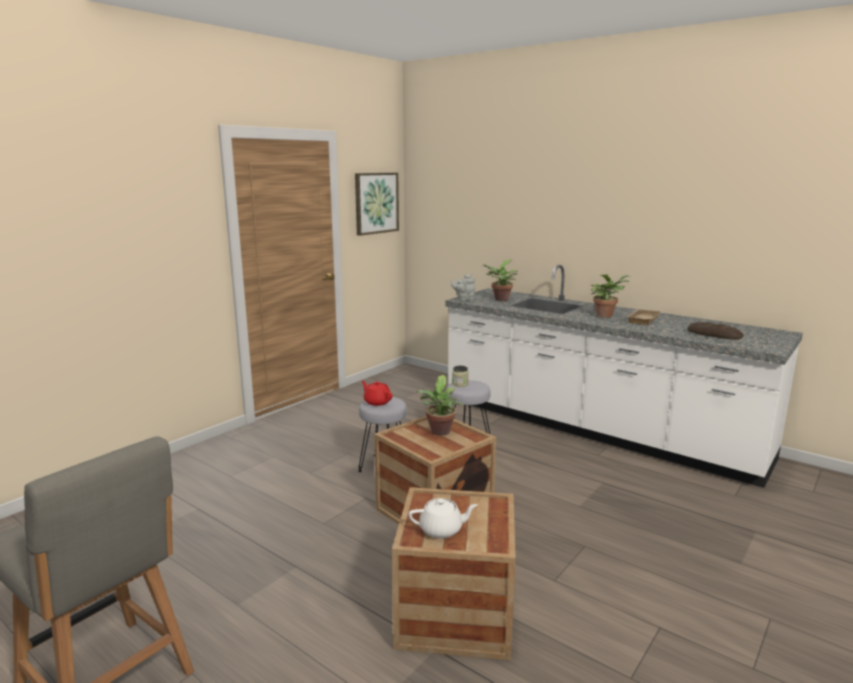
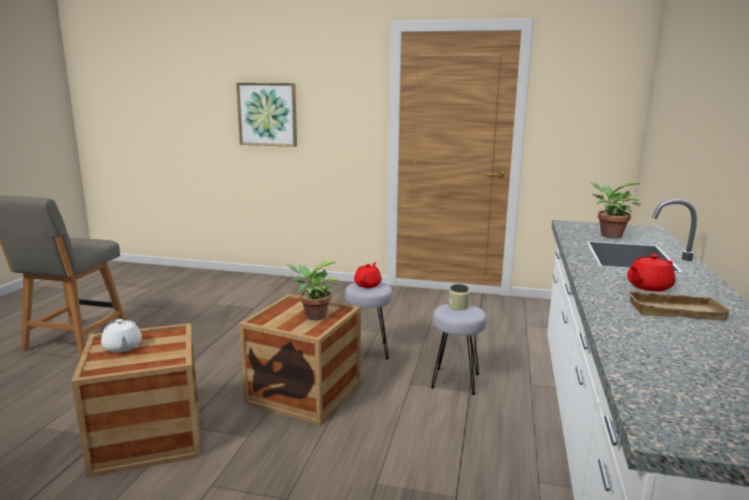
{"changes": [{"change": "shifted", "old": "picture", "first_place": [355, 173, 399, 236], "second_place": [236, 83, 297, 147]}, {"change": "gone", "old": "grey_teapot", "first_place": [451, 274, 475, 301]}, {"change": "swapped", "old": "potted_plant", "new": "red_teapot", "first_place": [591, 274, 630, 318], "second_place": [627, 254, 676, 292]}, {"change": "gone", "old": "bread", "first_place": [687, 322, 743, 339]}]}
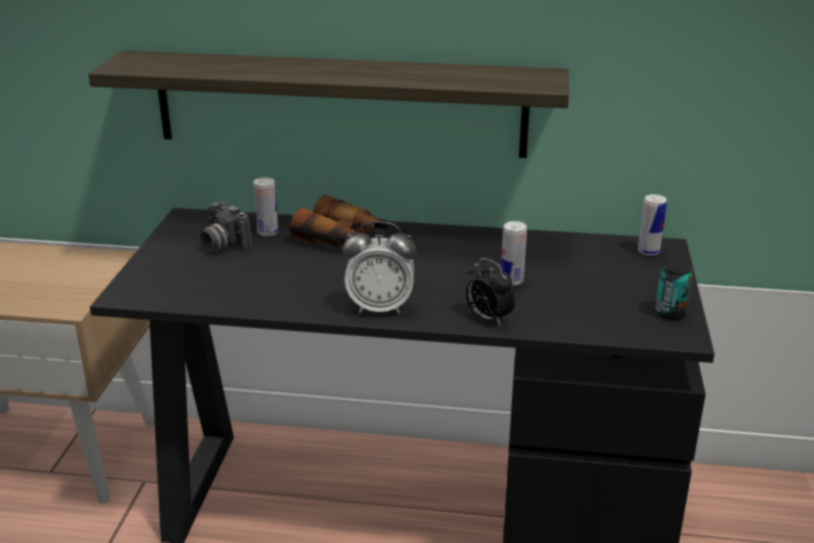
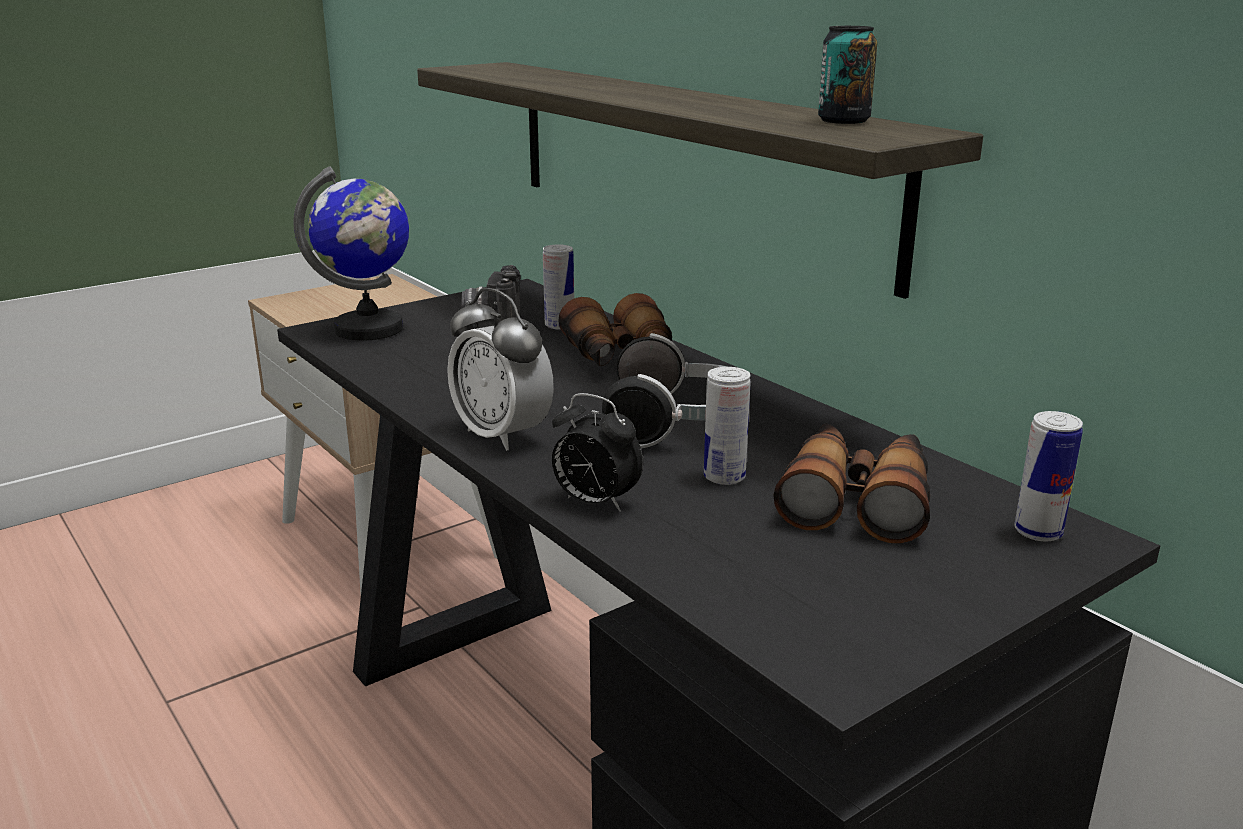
{"changes": [{"change": "rotated", "old": "alarm_clock", "first_place": [466, 258, 516, 326], "second_place": [552, 393, 643, 512], "degrees": -60}, {"change": "shifted", "old": "can", "first_place": [655, 261, 693, 320], "second_place": [818, 26, 877, 124]}, {"change": "new", "new": "globe", "second_place": [294, 166, 409, 341]}, {"change": "new", "new": "headphones", "second_place": [602, 333, 727, 448]}, {"change": "new", "new": "binoculars", "second_place": [773, 424, 930, 543]}]}
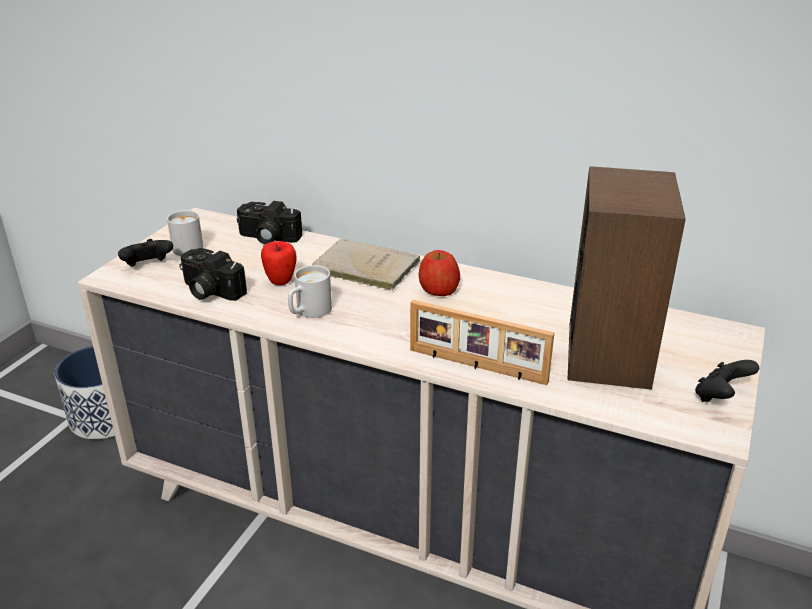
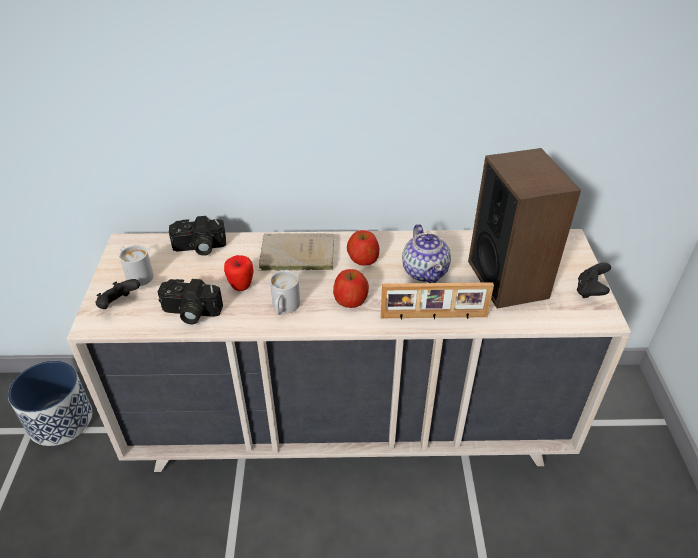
{"changes": [{"change": "new", "new": "teapot", "second_place": [402, 224, 451, 283]}, {"change": "new", "new": "apple", "second_place": [333, 269, 369, 308]}]}
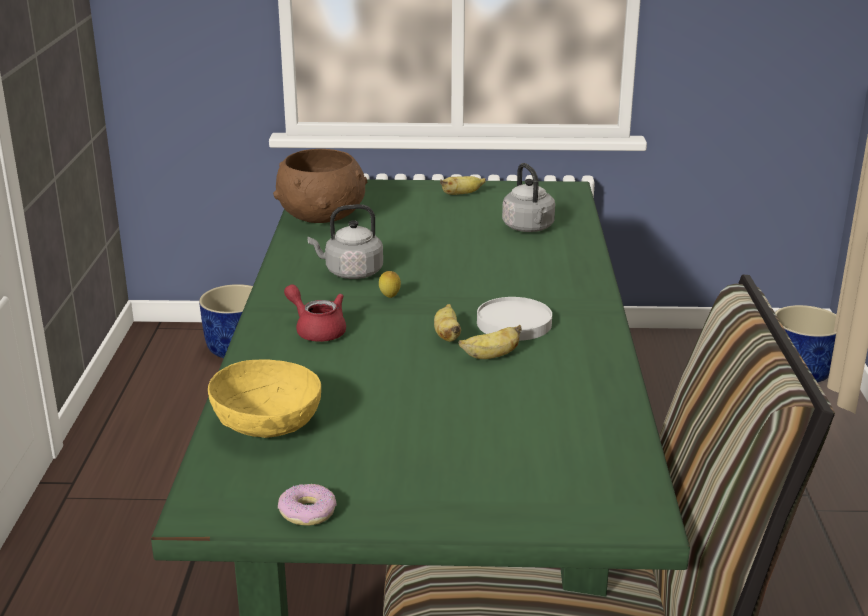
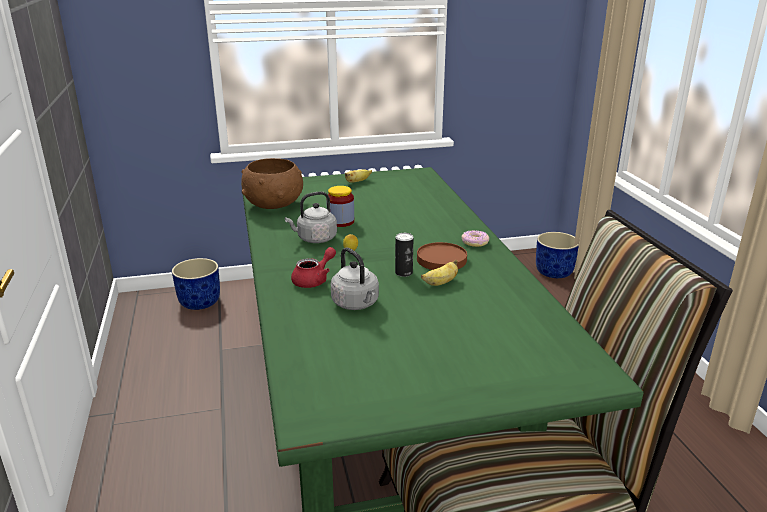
{"changes": [{"change": "shifted", "old": "grey_kettle", "first_place": [502, 163, 555, 232], "second_place": [331, 247, 379, 310]}, {"change": "rotated", "old": "red_teapot", "first_place": [284, 284, 346, 342], "second_place": [291, 247, 336, 288], "degrees": 105}, {"change": "repainted", "old": "white_plate", "new": "brown_plate", "first_place": [477, 297, 552, 341], "second_place": [417, 242, 467, 270]}, {"change": "swapped", "old": "banana", "new": "can", "first_place": [434, 304, 461, 342], "second_place": [395, 233, 413, 277]}, {"change": "gone", "old": "yellow_bowl", "first_place": [208, 360, 321, 438]}, {"change": "shifted", "old": "donut", "first_place": [278, 484, 337, 526], "second_place": [462, 230, 489, 247]}, {"change": "new", "new": "jar", "second_place": [326, 186, 354, 227]}]}
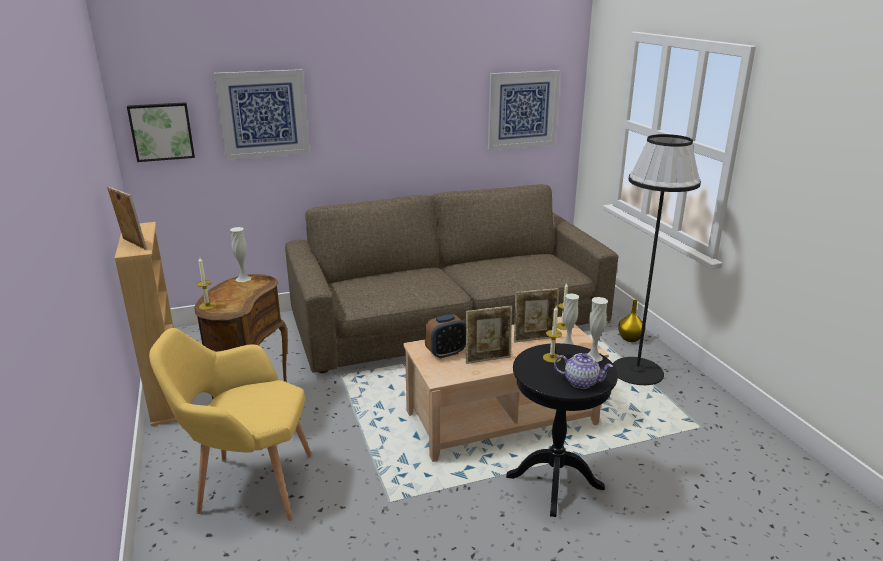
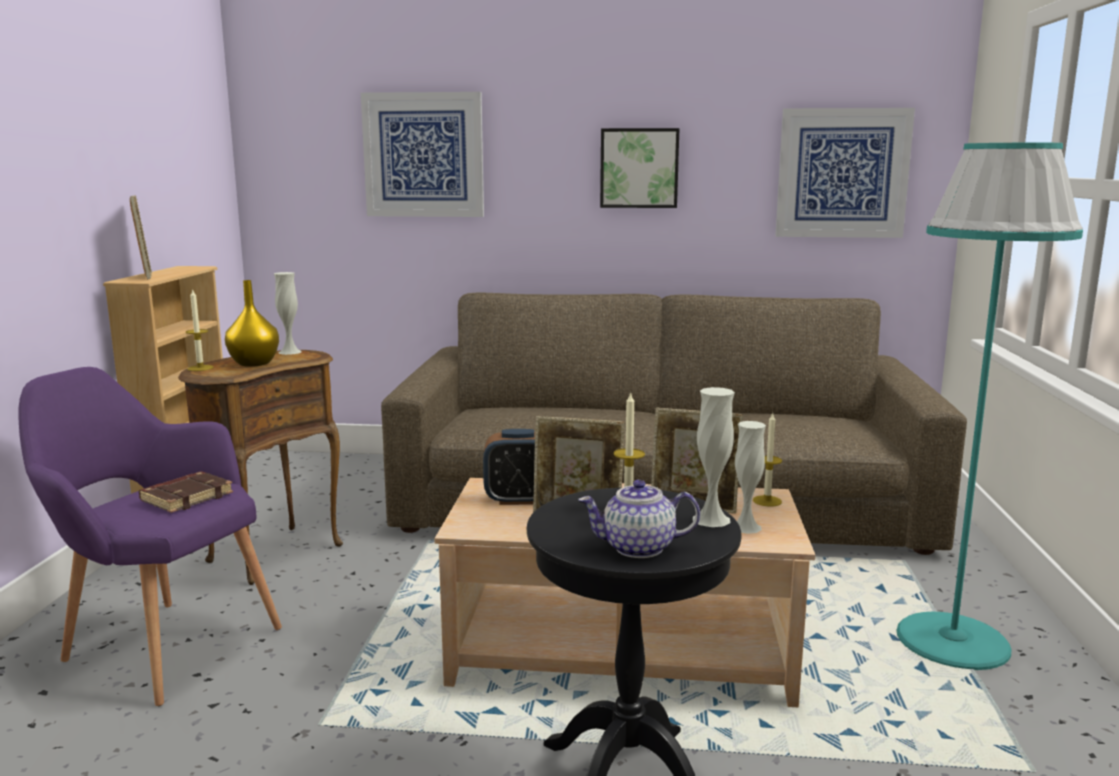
{"changes": [{"change": "shifted", "old": "picture", "first_place": [127, 102, 195, 162], "second_place": [600, 128, 680, 208]}, {"change": "repainted", "old": "black_floor_lamp", "new": "turquoise_floor_lamp", "first_place": [613, 134, 701, 385], "second_place": [896, 143, 1083, 670]}, {"change": "shifted", "old": "yellow_vase", "first_place": [618, 300, 645, 342], "second_place": [225, 280, 279, 367]}, {"change": "repainted", "old": "yellow_armchair", "new": "purple_armchair", "first_place": [149, 328, 312, 521], "second_place": [19, 367, 282, 706]}, {"change": "rotated", "old": "teapot", "first_place": [554, 353, 613, 389], "second_place": [578, 480, 700, 558], "degrees": 135}, {"change": "new", "new": "brown_book", "second_place": [139, 472, 233, 513]}]}
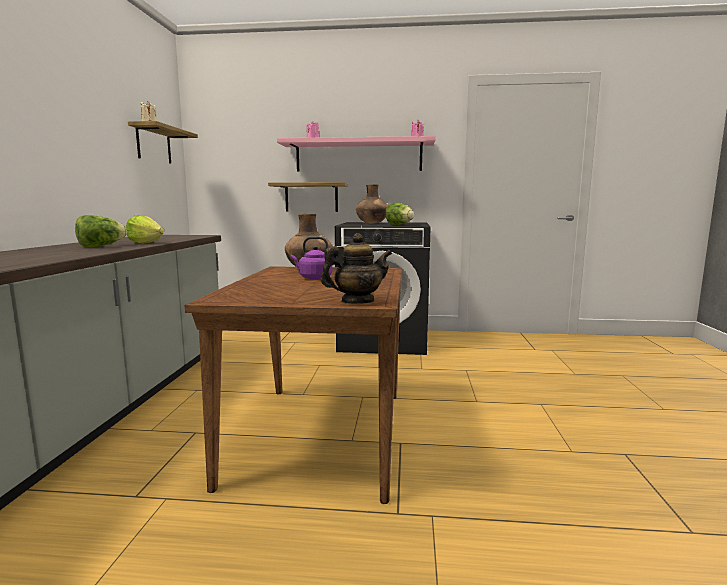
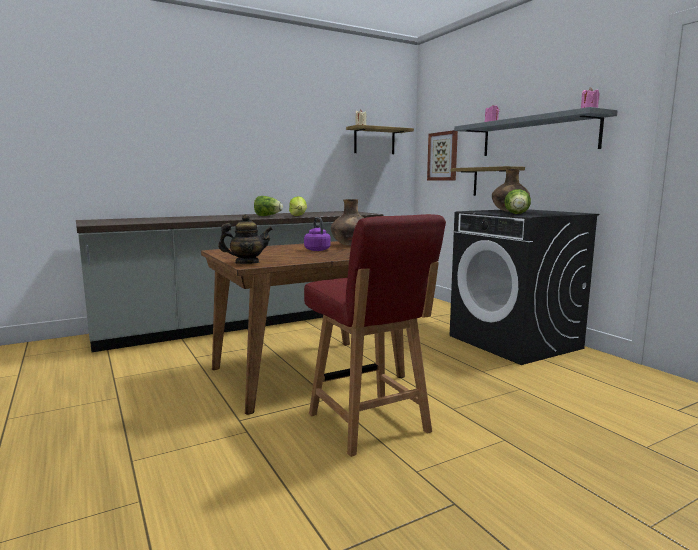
{"changes": [{"change": "repainted", "old": "pink_shelf", "new": "grey_shelf", "first_place": [277, 136, 435, 172], "second_place": [454, 107, 618, 156]}, {"change": "rotated", "old": "teapot", "first_place": [320, 233, 392, 304], "second_place": [218, 214, 273, 264], "degrees": -45}, {"change": "new", "new": "picture", "second_place": [427, 130, 458, 180]}, {"change": "new", "new": "red_chair", "second_place": [304, 214, 446, 457]}]}
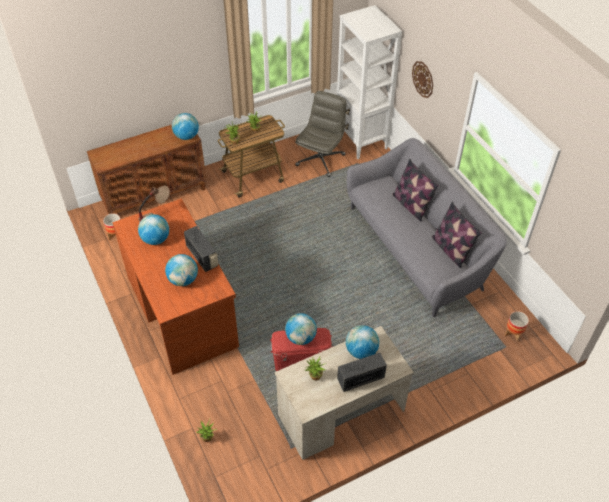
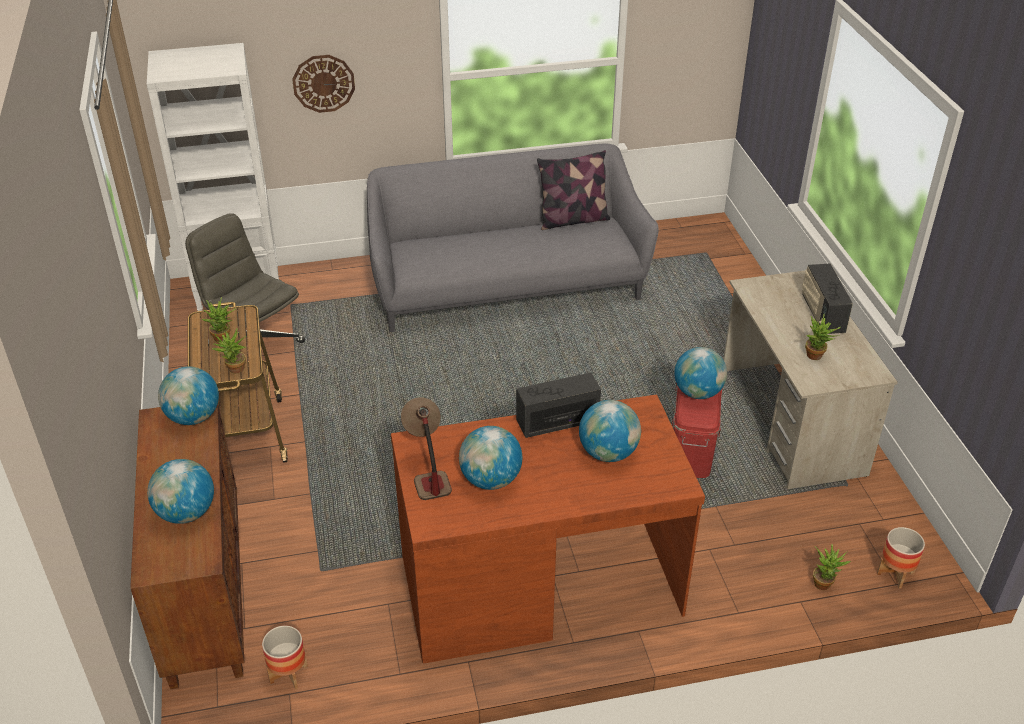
{"changes": [{"change": "gone", "old": "pillow", "first_place": [392, 159, 439, 221]}, {"change": "shifted", "old": "planter", "first_place": [505, 311, 529, 342], "second_place": [877, 527, 925, 588]}, {"change": "shifted", "old": "globe", "first_place": [346, 325, 379, 359], "second_place": [147, 459, 214, 524]}]}
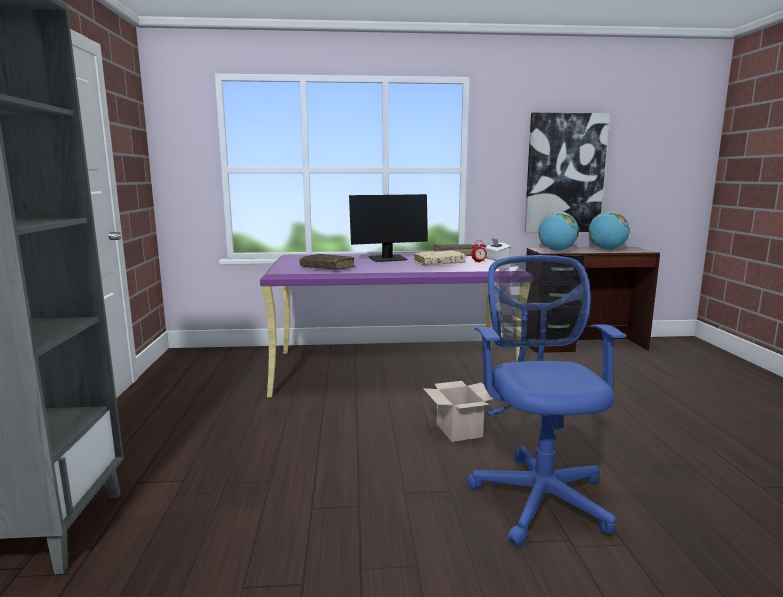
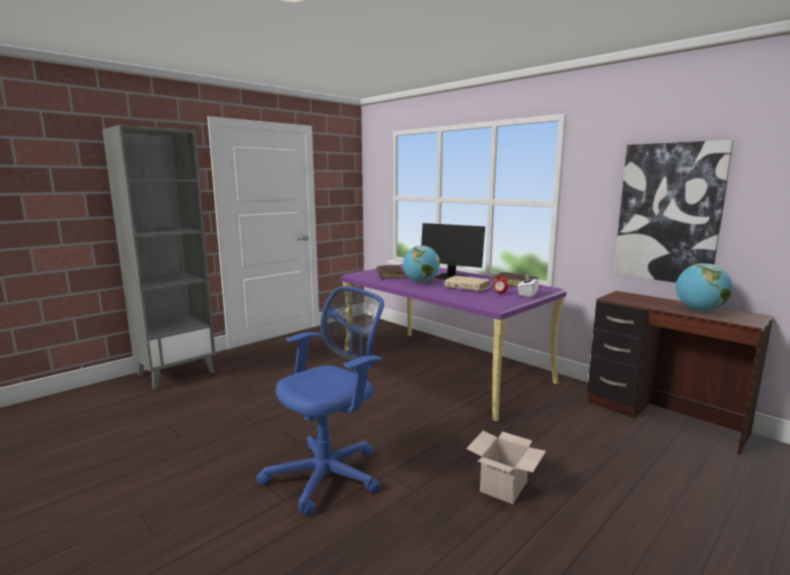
{"changes": [{"change": "shifted", "old": "globe", "first_place": [539, 212, 579, 251], "second_place": [403, 245, 440, 283]}, {"change": "shifted", "old": "cardboard_box", "first_place": [423, 381, 493, 442], "second_place": [466, 430, 546, 504]}]}
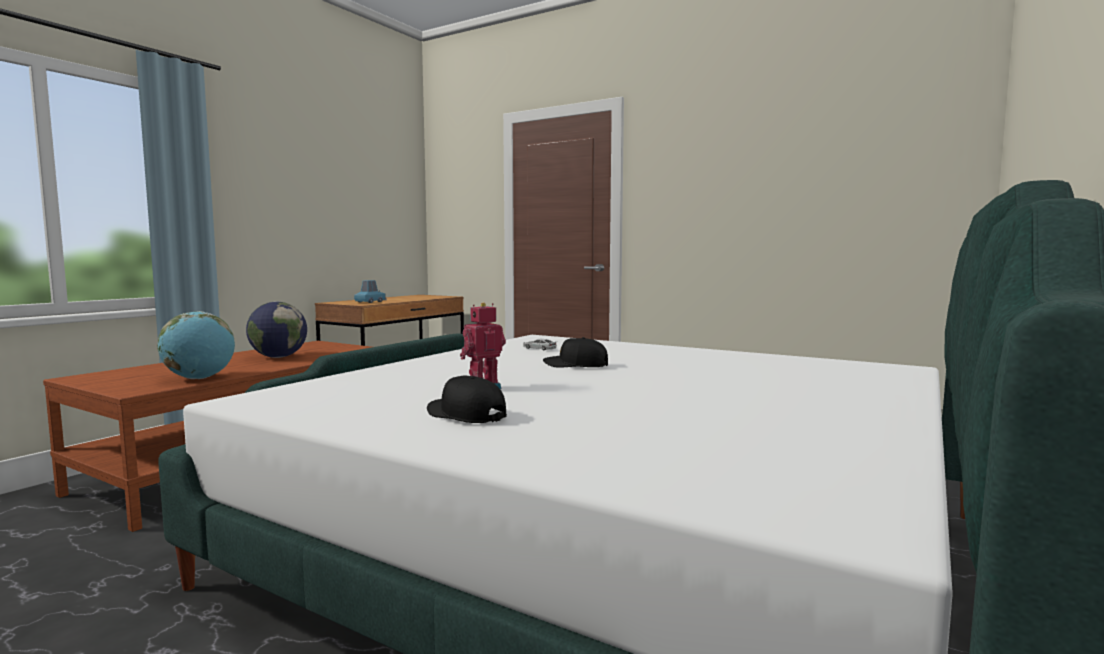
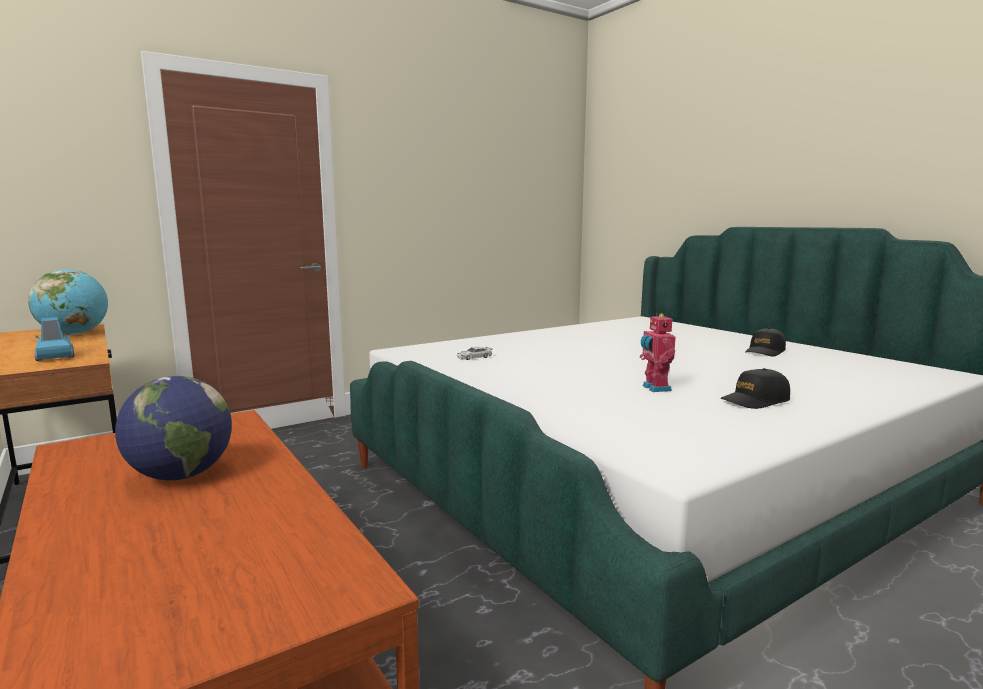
{"changes": [{"change": "shifted", "old": "globe", "first_place": [157, 311, 235, 379], "second_place": [28, 269, 108, 335]}, {"change": "shifted", "old": "black_cap", "first_place": [543, 337, 608, 368], "second_place": [745, 328, 786, 356]}]}
